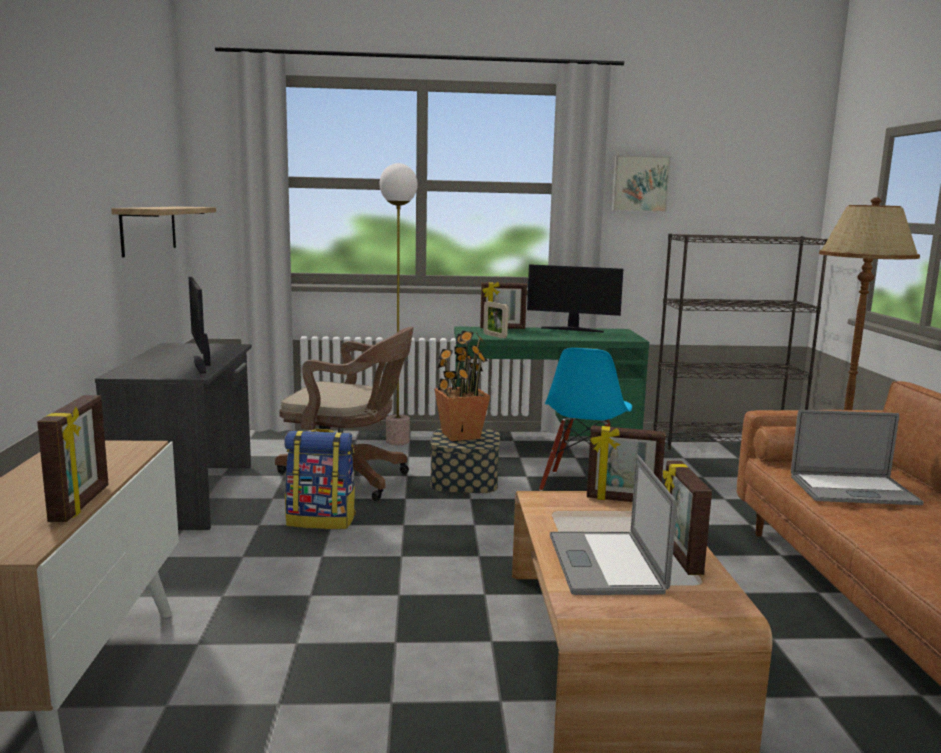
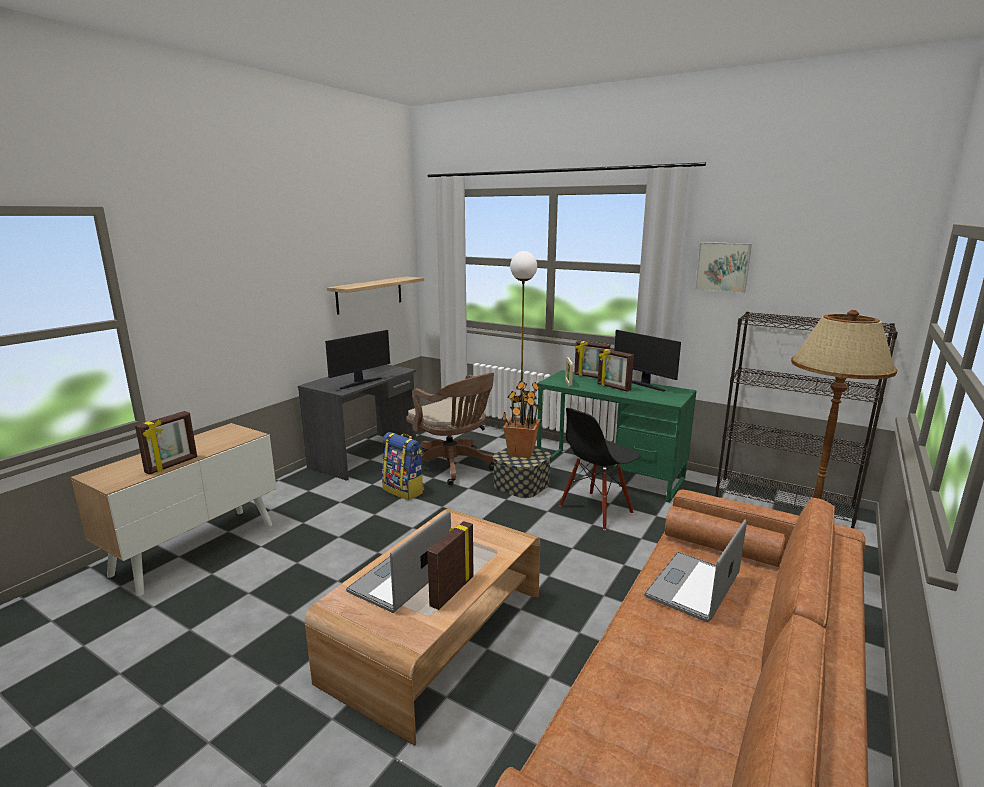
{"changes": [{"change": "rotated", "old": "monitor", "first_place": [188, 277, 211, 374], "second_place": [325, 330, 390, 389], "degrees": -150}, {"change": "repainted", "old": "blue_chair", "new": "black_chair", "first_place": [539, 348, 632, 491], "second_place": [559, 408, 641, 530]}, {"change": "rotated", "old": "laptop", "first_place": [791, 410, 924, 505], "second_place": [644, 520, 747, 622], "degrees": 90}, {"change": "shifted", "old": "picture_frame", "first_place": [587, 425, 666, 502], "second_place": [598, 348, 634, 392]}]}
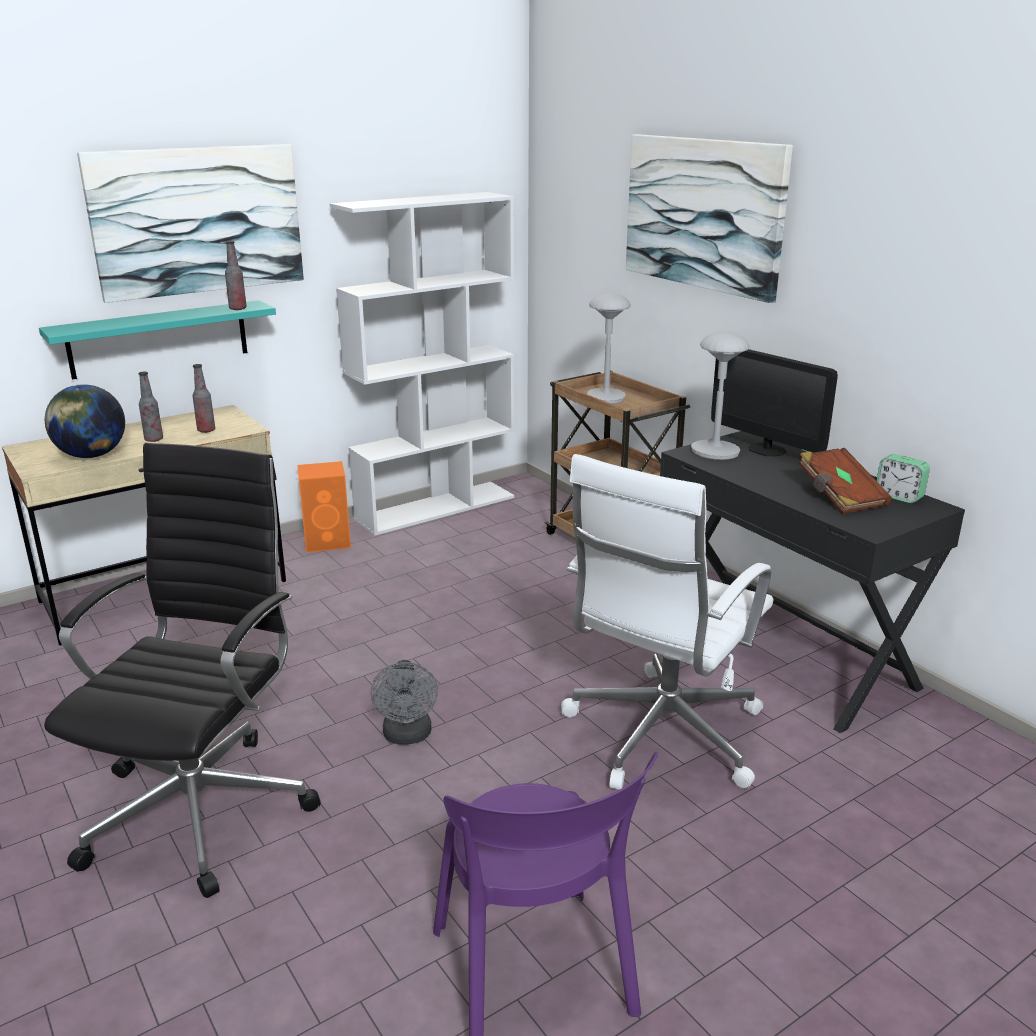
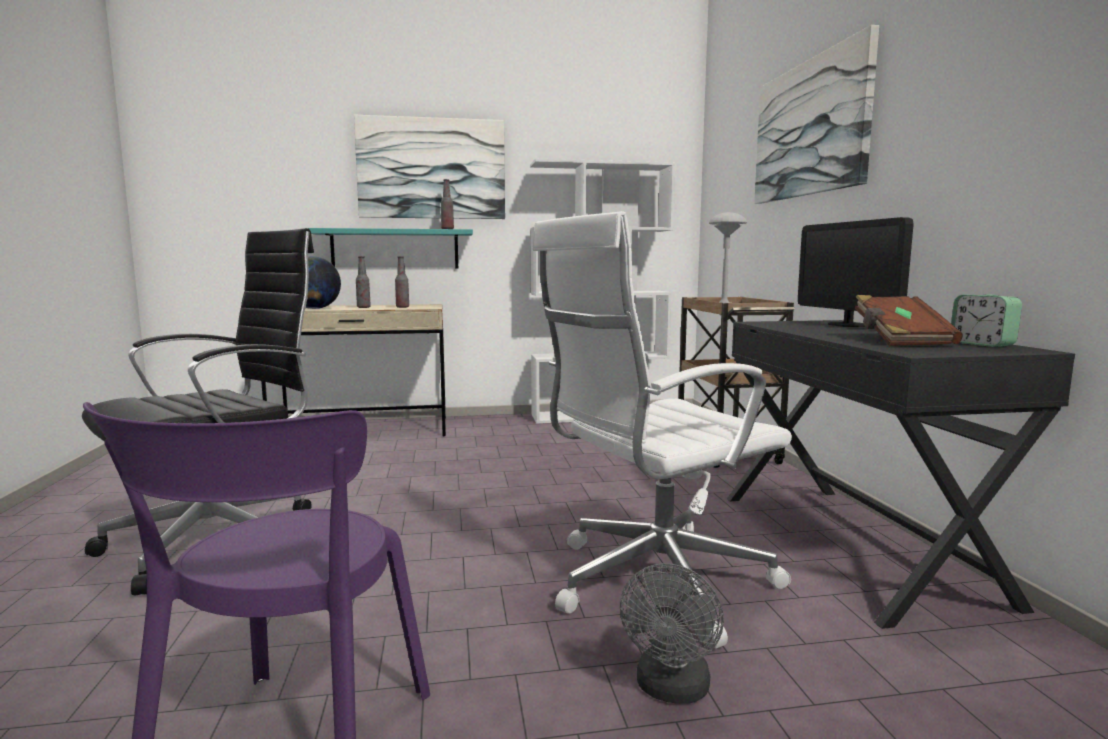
{"changes": [{"change": "gone", "old": "grey_table_lamp", "first_place": [691, 332, 750, 460]}, {"change": "gone", "old": "orange_speaker", "first_place": [297, 461, 351, 552]}, {"change": "shifted", "old": "grey_fan", "first_place": [370, 660, 438, 744], "second_place": [620, 563, 724, 704]}]}
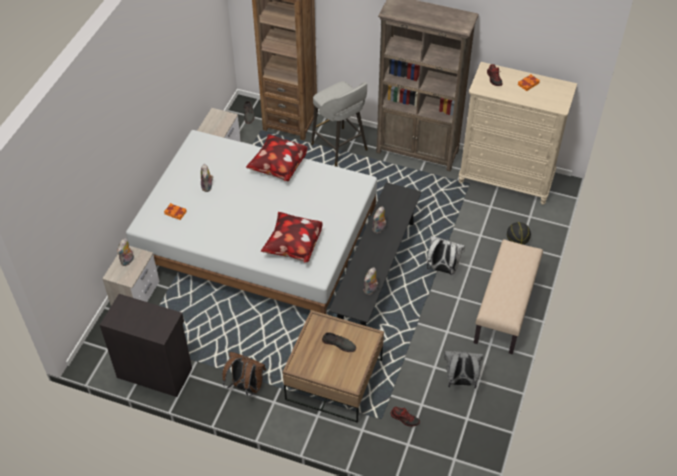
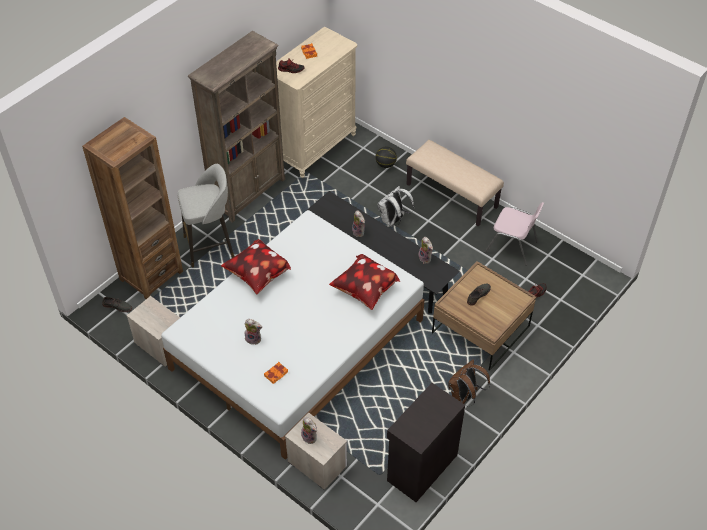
{"changes": [{"change": "swapped", "old": "grey_backpack", "new": "pink_chair", "first_place": [444, 351, 484, 388], "second_place": [484, 202, 544, 266]}]}
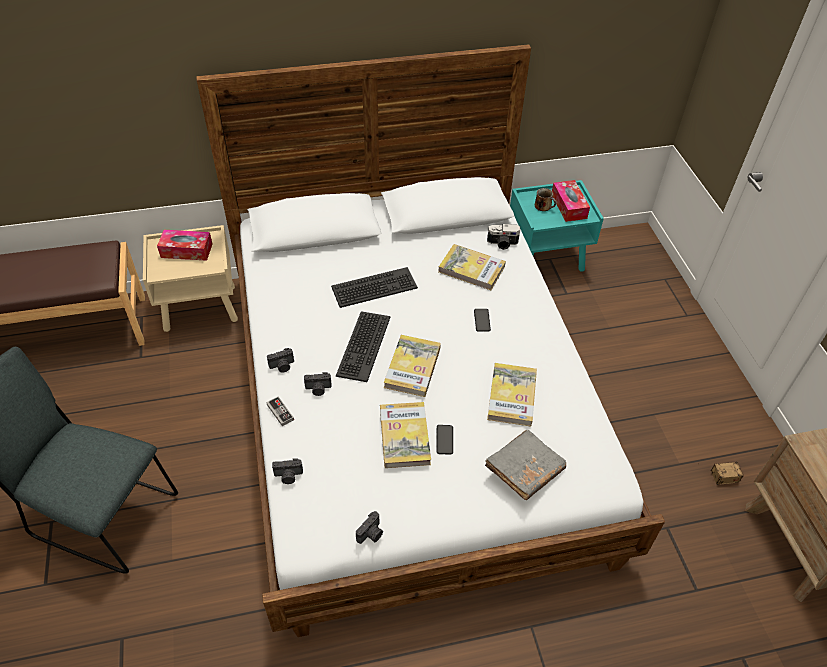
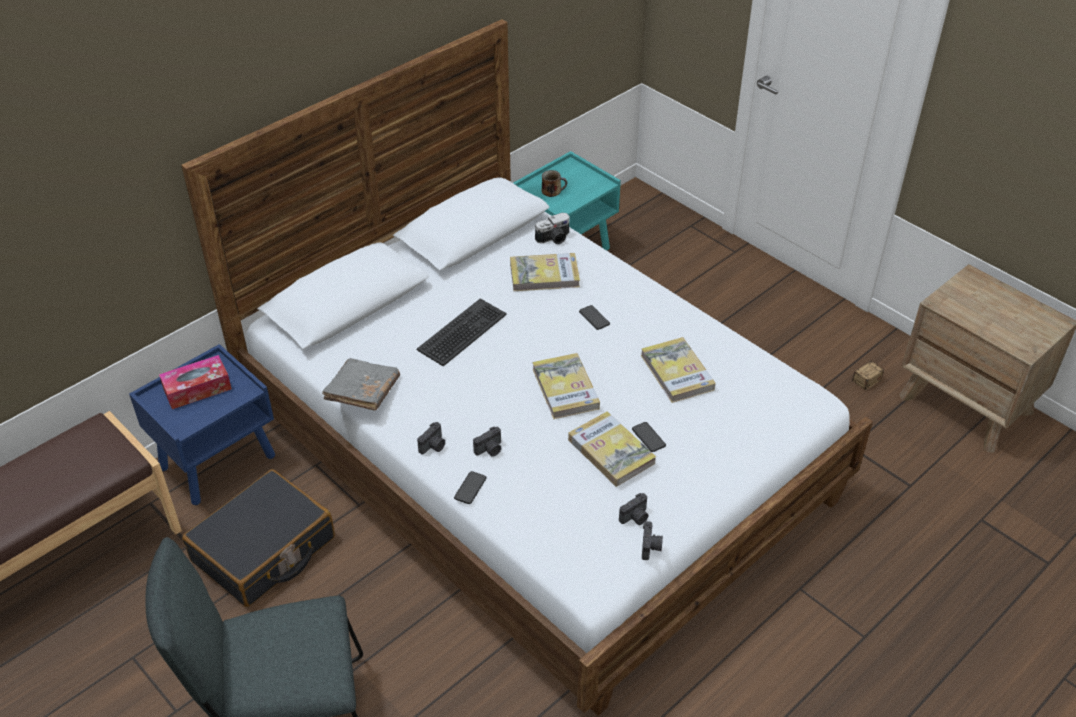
{"changes": [{"change": "gone", "old": "tissue_box", "first_place": [552, 180, 590, 222]}, {"change": "repainted", "old": "beige_nightstand", "new": "blue_nightstand", "first_place": [143, 225, 238, 332], "second_place": [129, 344, 275, 505]}, {"change": "gone", "old": "keyboard", "first_place": [336, 311, 390, 382]}, {"change": "swapped", "old": "game_controller", "new": "phone", "first_place": [266, 396, 294, 426], "second_place": [454, 471, 487, 504]}, {"change": "shifted", "old": "grey_book", "first_place": [485, 430, 566, 500], "second_place": [322, 358, 400, 411]}, {"change": "shifted", "old": "photo_camera", "first_place": [272, 458, 303, 484], "second_place": [619, 493, 649, 525]}, {"change": "new", "new": "black_suitcase", "second_place": [182, 469, 335, 607]}]}
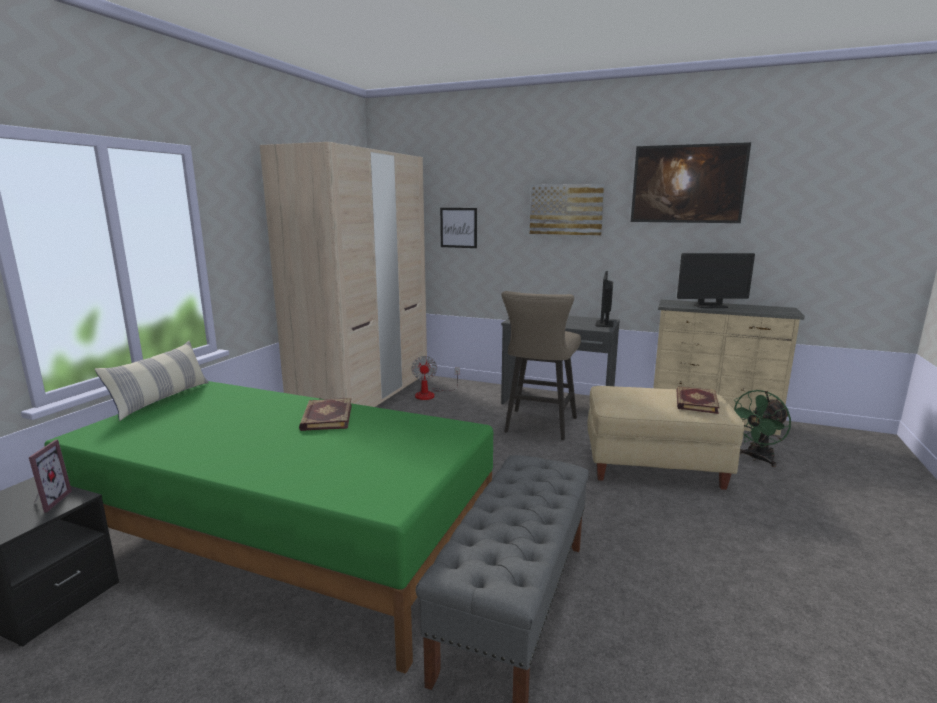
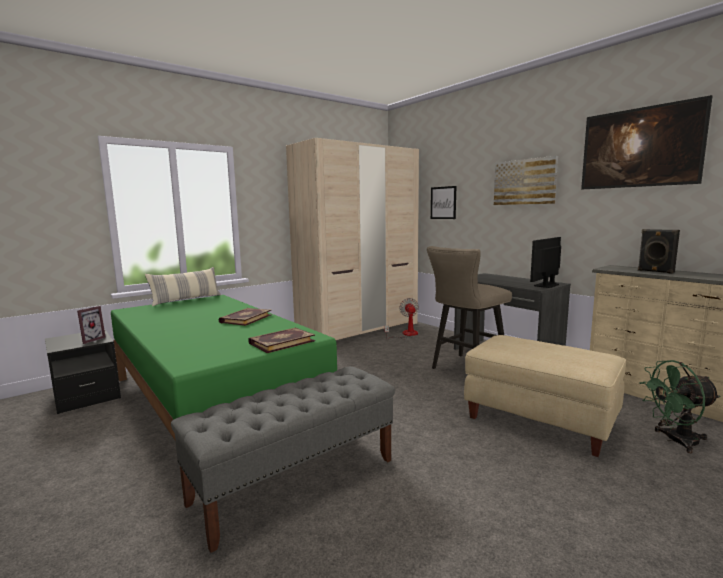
{"changes": [{"change": "swapped", "old": "monitor", "new": "black_speaker", "first_place": [677, 253, 755, 308], "second_place": [638, 229, 680, 274]}, {"change": "rotated", "old": "fan", "first_place": [411, 356, 460, 400], "second_place": [385, 298, 419, 340], "degrees": 150}, {"change": "shifted", "old": "book", "first_place": [677, 386, 719, 414], "second_place": [248, 328, 315, 353]}]}
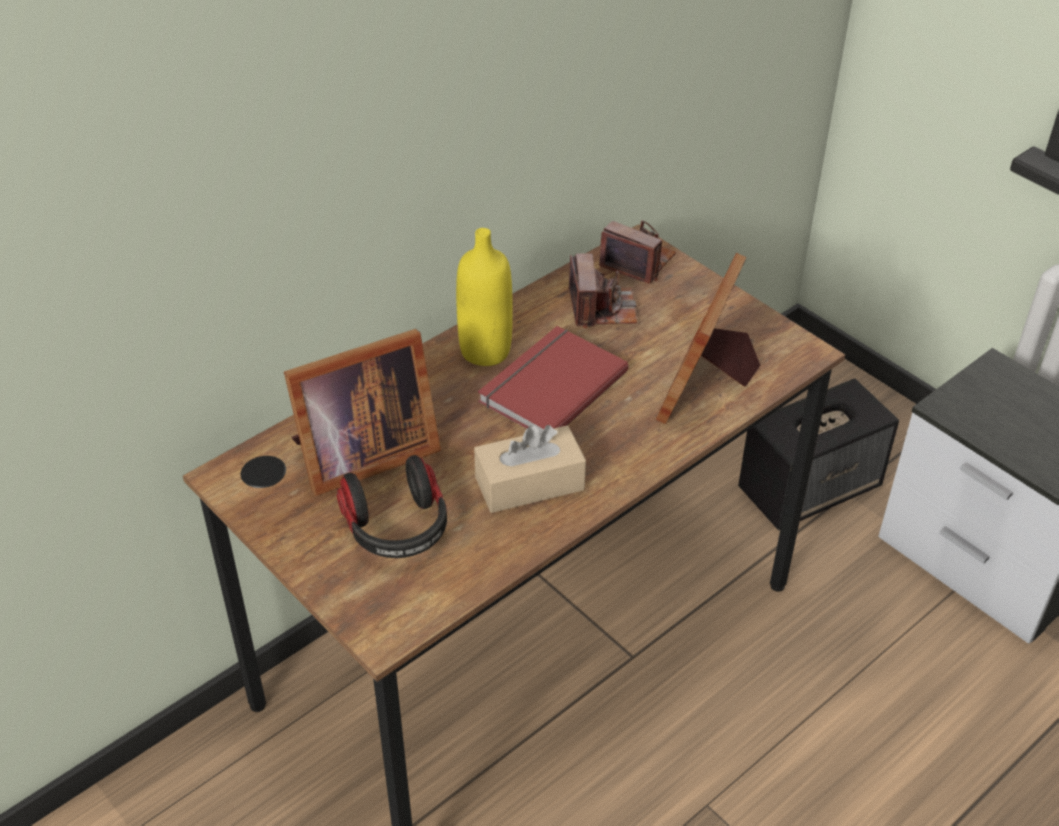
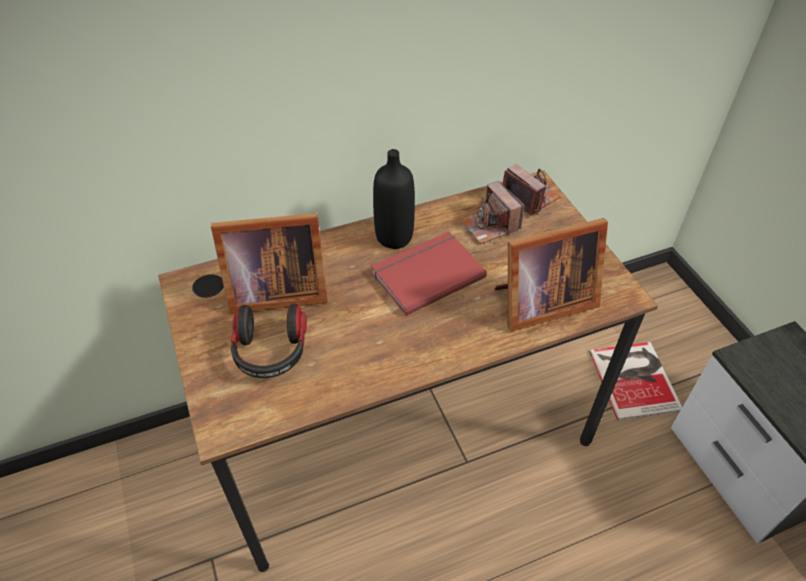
{"changes": [{"change": "repainted", "old": "yellow_bottle", "new": "black_bottle", "first_place": [456, 228, 513, 366], "second_place": [373, 149, 415, 249]}, {"change": "rotated", "old": "photo_camera", "first_place": [569, 253, 637, 329], "second_place": [460, 181, 525, 244], "degrees": 135}, {"change": "rotated", "old": "picture_frame", "first_place": [656, 253, 760, 424], "second_place": [495, 218, 608, 331], "degrees": -150}, {"change": "swapped", "old": "speaker", "new": "book", "first_place": [738, 379, 899, 530], "second_place": [589, 342, 682, 420]}, {"change": "gone", "old": "beige_tissue_box", "first_place": [474, 425, 586, 513]}]}
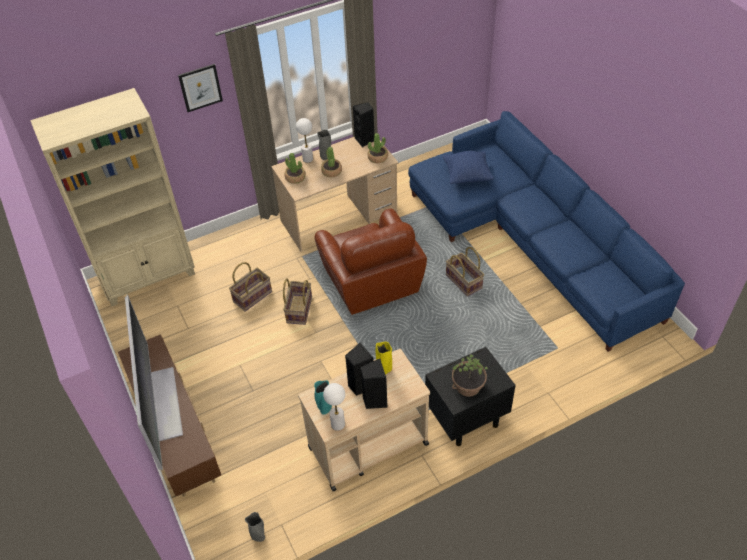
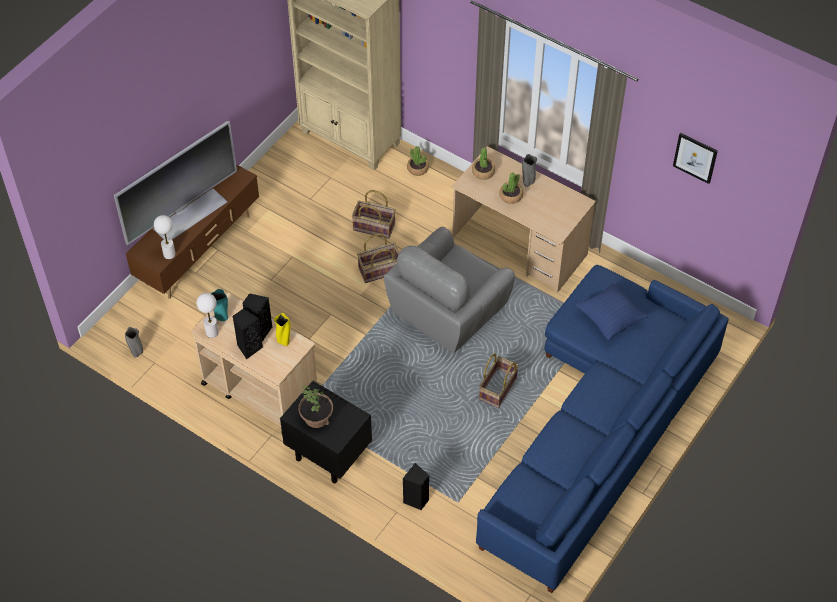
{"changes": [{"change": "shifted", "old": "picture", "first_place": [178, 64, 223, 112], "second_place": [673, 133, 718, 184]}, {"change": "shifted", "old": "black_speaker", "first_place": [353, 102, 374, 147], "second_place": [403, 463, 429, 510]}, {"change": "shifted", "old": "white_table_lamp", "first_place": [296, 118, 313, 163], "second_place": [154, 215, 176, 259]}, {"change": "shifted", "old": "potted_plant", "first_place": [368, 133, 388, 163], "second_place": [407, 146, 429, 176]}, {"change": "repainted", "old": "brown_armchair", "new": "grey_armchair", "first_place": [315, 209, 427, 315], "second_place": [384, 227, 515, 353]}]}
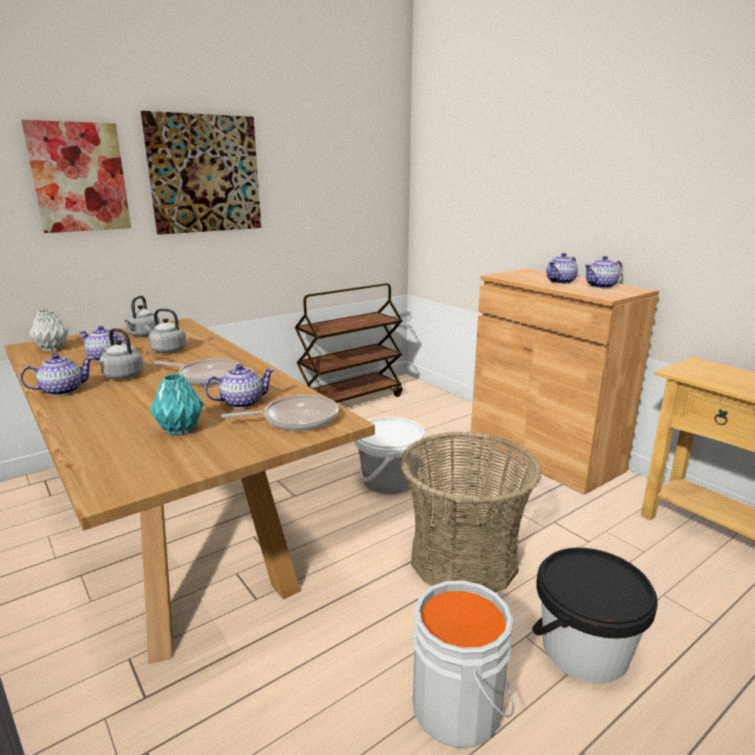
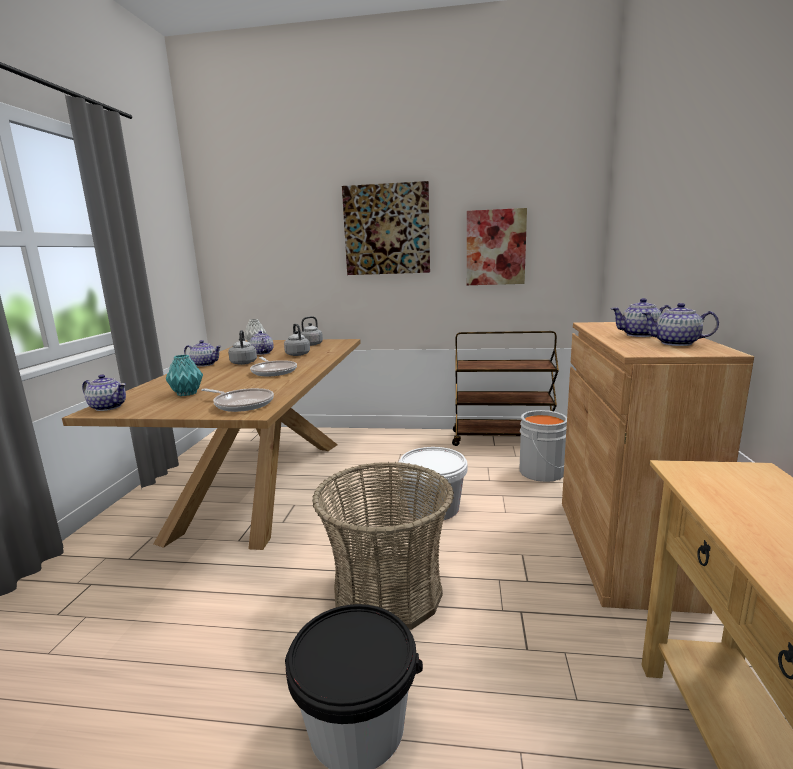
{"changes": [{"change": "shifted", "old": "picture", "first_place": [21, 120, 131, 233], "second_place": [467, 208, 527, 285]}, {"change": "shifted", "old": "teapot", "first_place": [205, 364, 275, 409], "second_place": [82, 374, 126, 411]}, {"change": "shifted", "old": "grey_bucket", "first_place": [412, 580, 514, 748], "second_place": [519, 410, 567, 482]}]}
